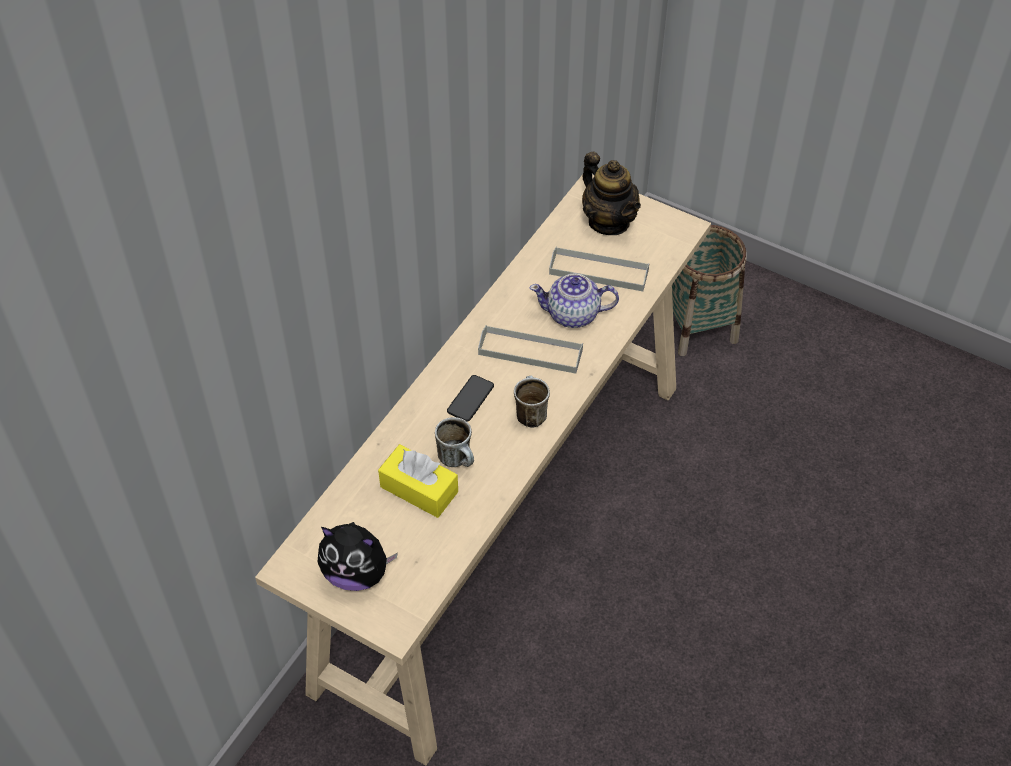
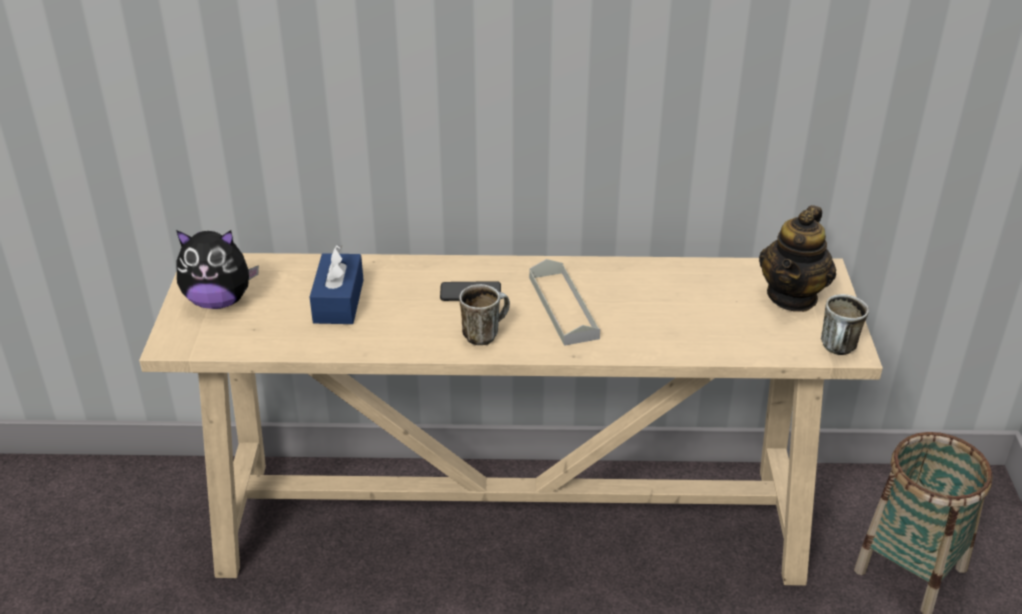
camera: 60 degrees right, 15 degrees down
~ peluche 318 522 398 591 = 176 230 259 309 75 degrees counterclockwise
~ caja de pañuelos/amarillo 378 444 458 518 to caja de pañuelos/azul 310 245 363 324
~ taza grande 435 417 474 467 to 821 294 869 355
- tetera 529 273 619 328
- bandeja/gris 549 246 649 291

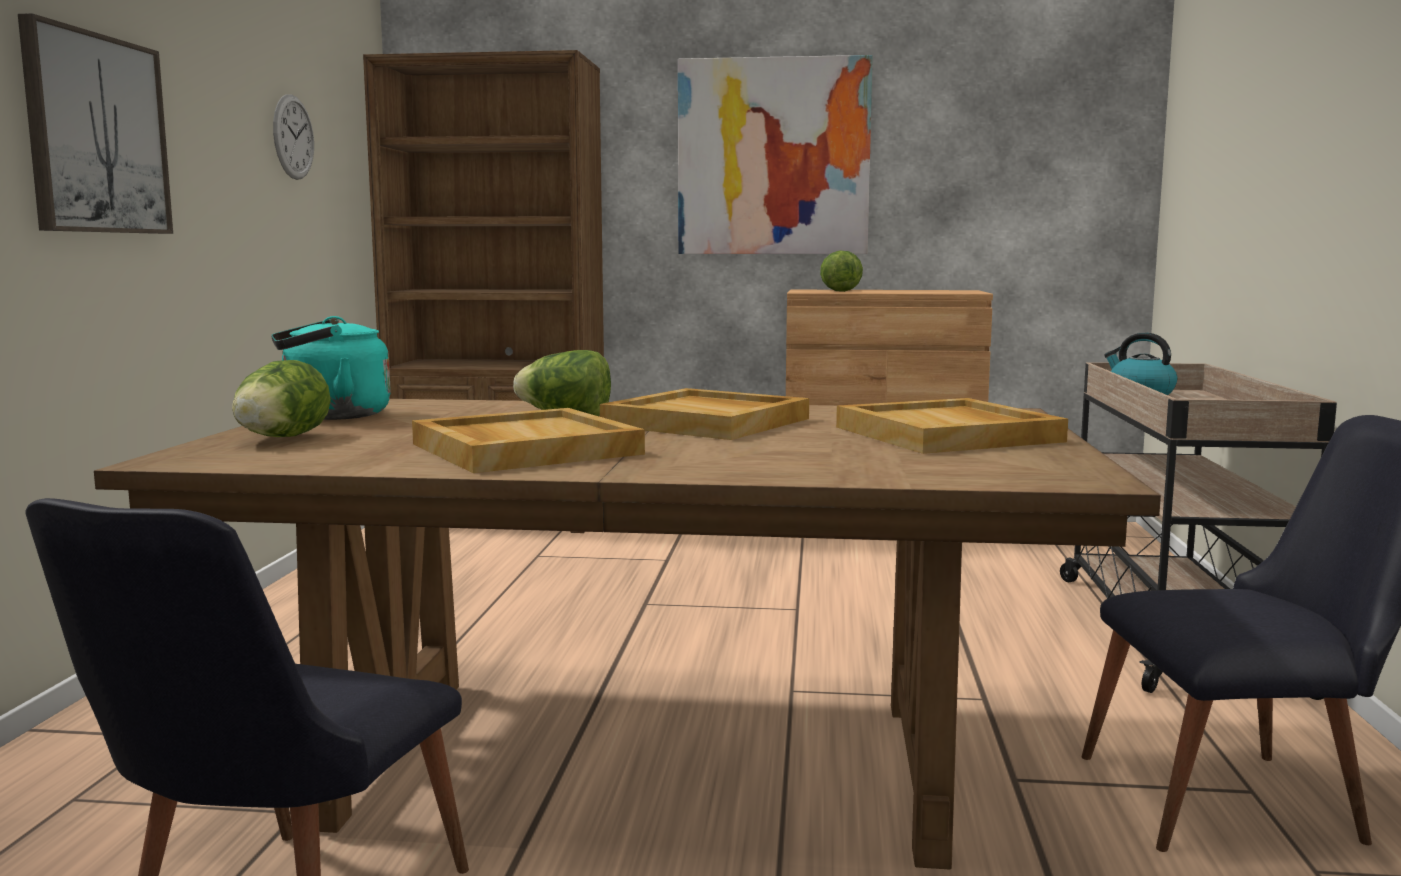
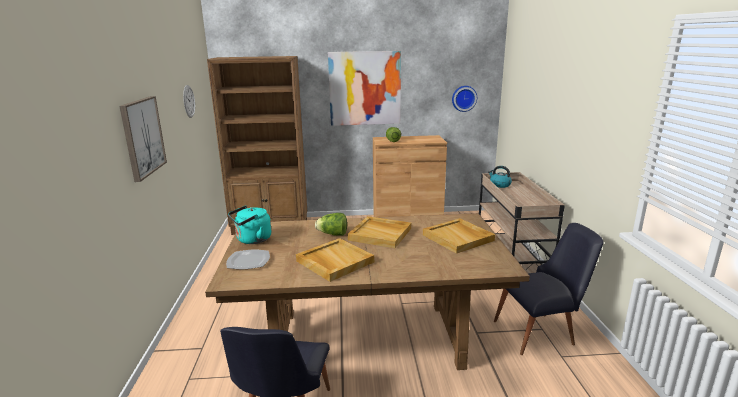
camera: 10 degrees left, 10 degrees up
~ lechuga 232 360 331 437 to plato 226 250 270 269
+ reloj de pared 452 86 477 112

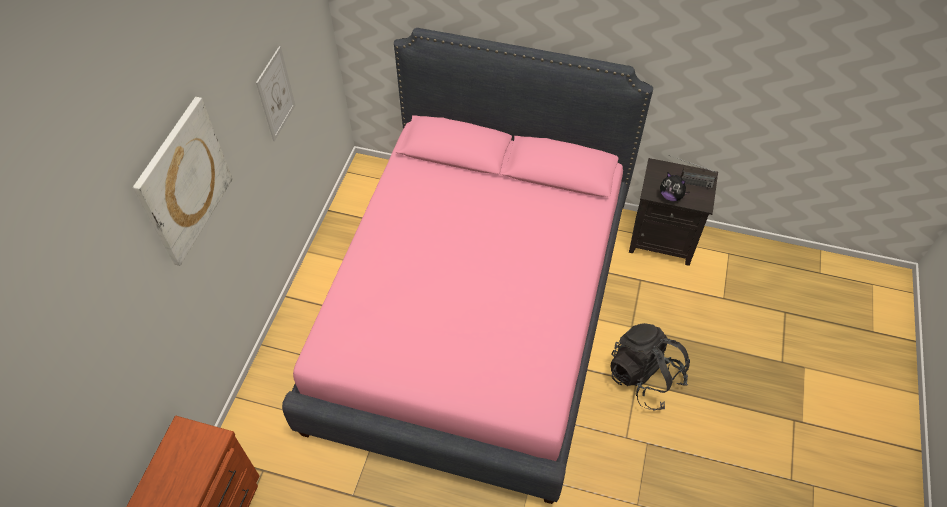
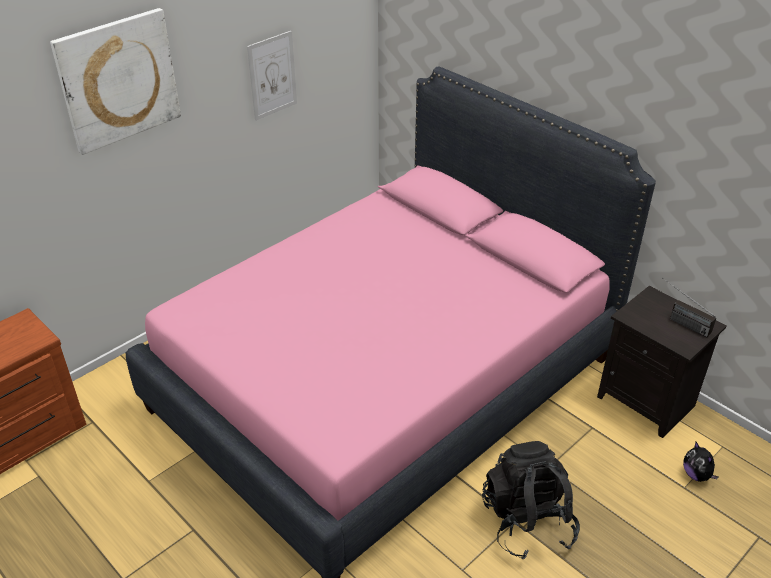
camera: 30 degrees right, 15 degrees down
~ peluche 660 173 689 201 to 683 442 718 482

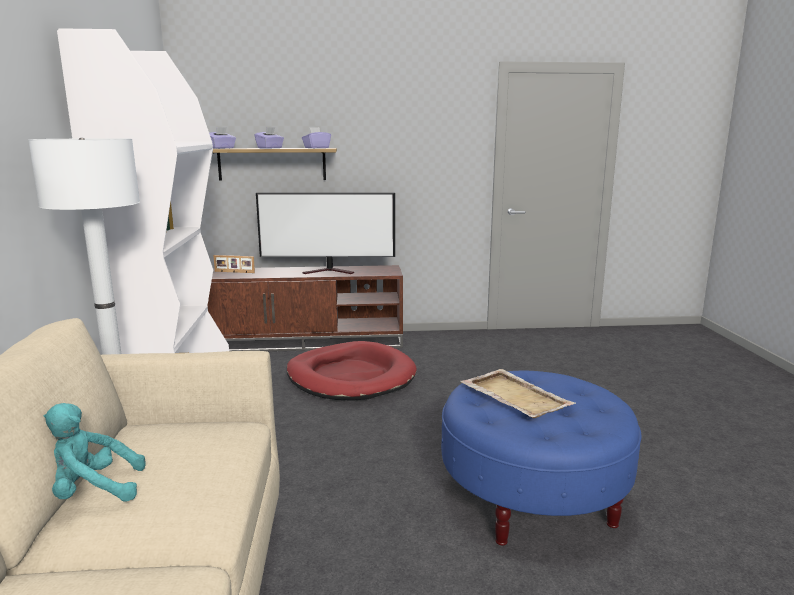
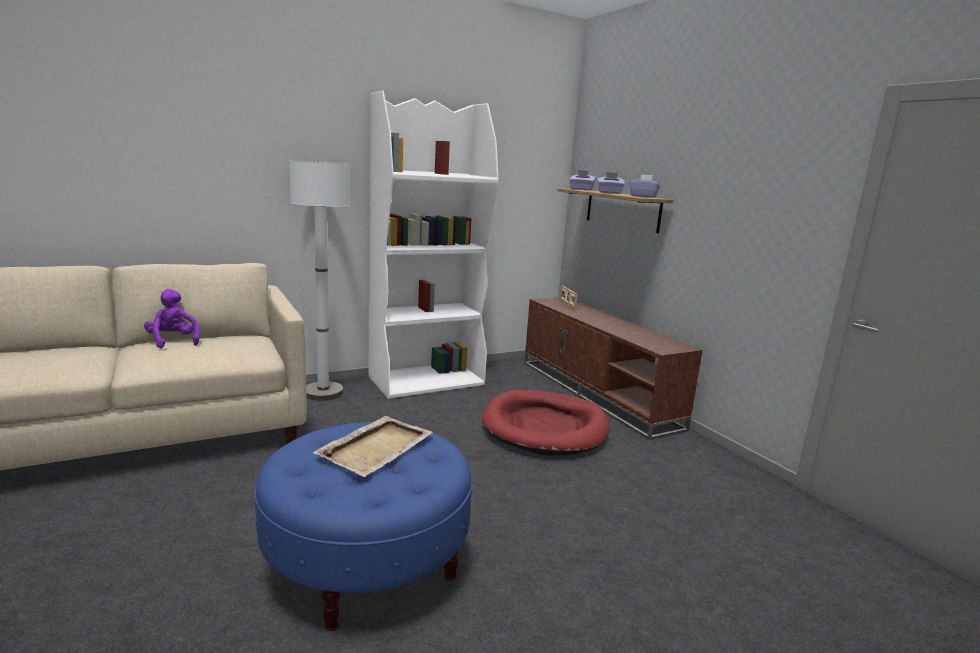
camera: 65 degrees right, 0 degrees up
~ peluche/turquesa 44 403 146 502 to peluche/morado 144 289 200 348
- televisor 256 193 395 274

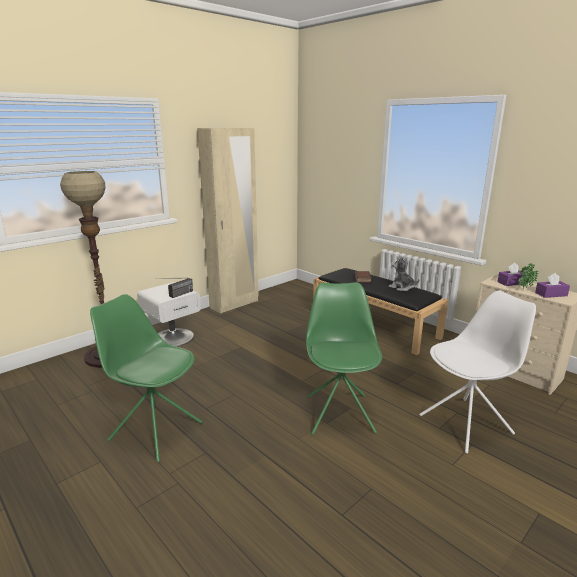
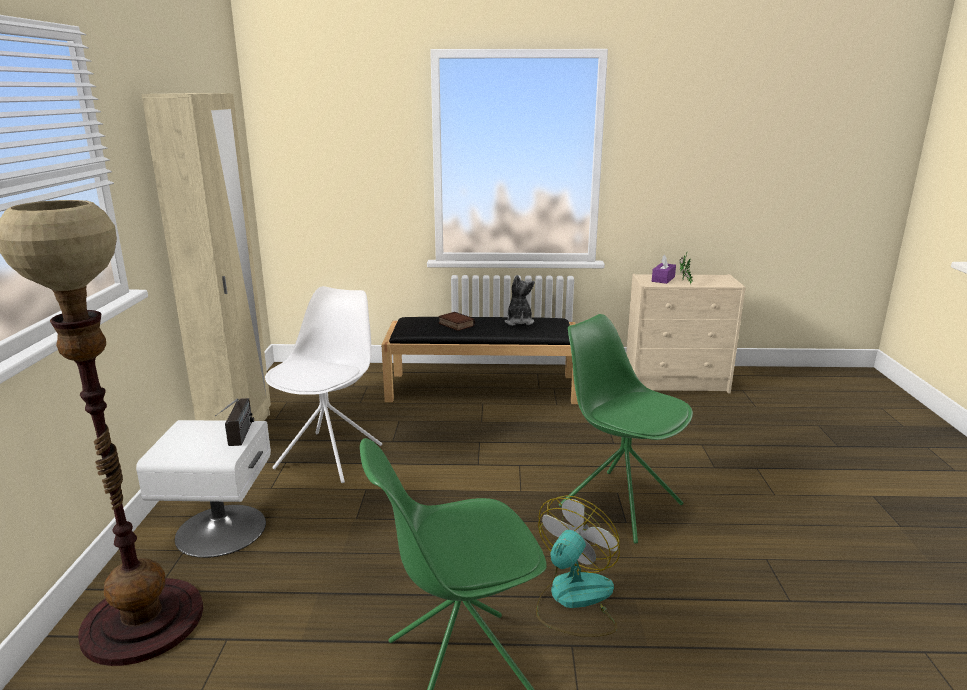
camera: 45 degrees left, 0 degrees up
~ silla/blanco 419 291 536 454 to 265 286 382 483
~ peluche 389 256 419 291 = 505 275 535 326 90 degrees clockwise
+ ventilador 536 495 620 637
- caja de pañuelos/morado 535 273 570 298

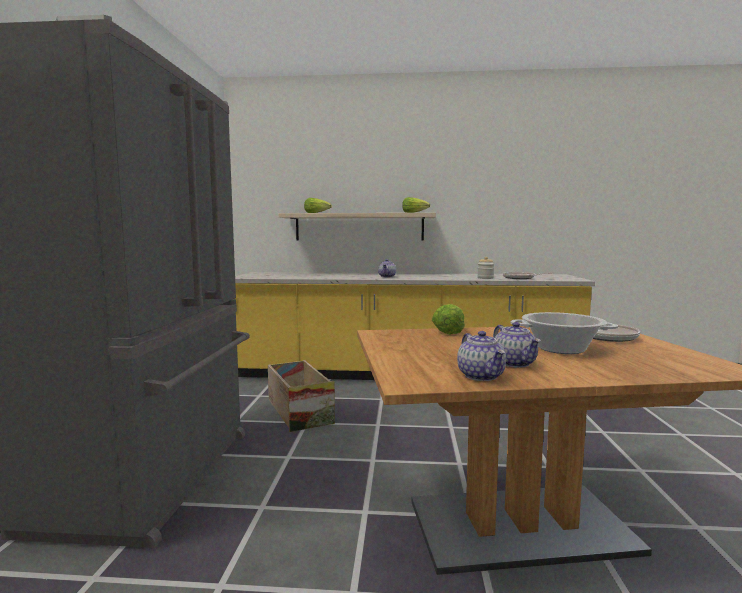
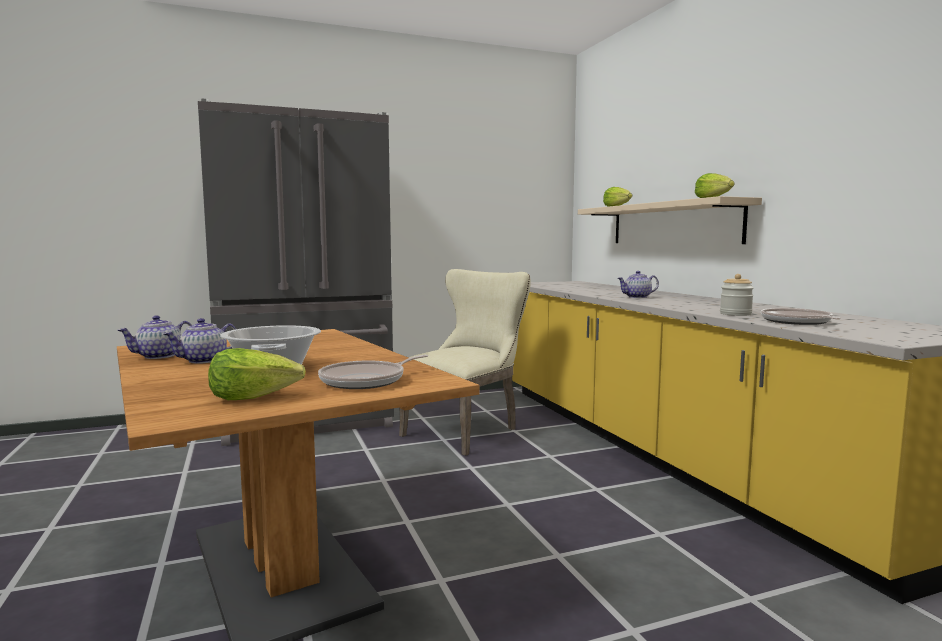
camera: 65 degrees right, 0 degrees up
~ lechuga 432 304 465 334 to 208 348 306 400
~ caja de embalaje 268 360 335 432 to silla/beis 399 269 531 456

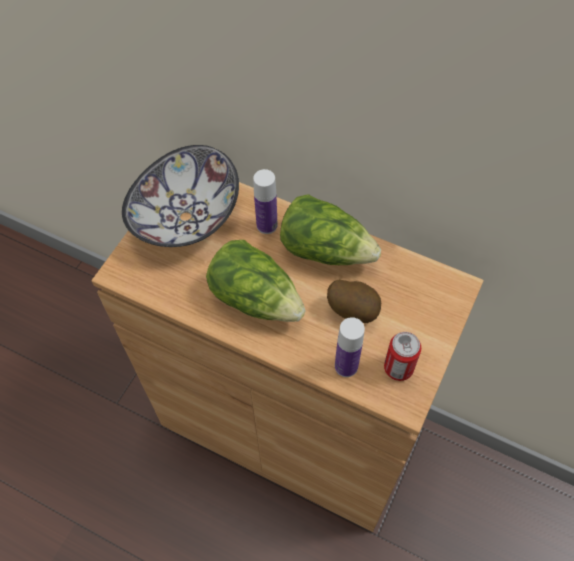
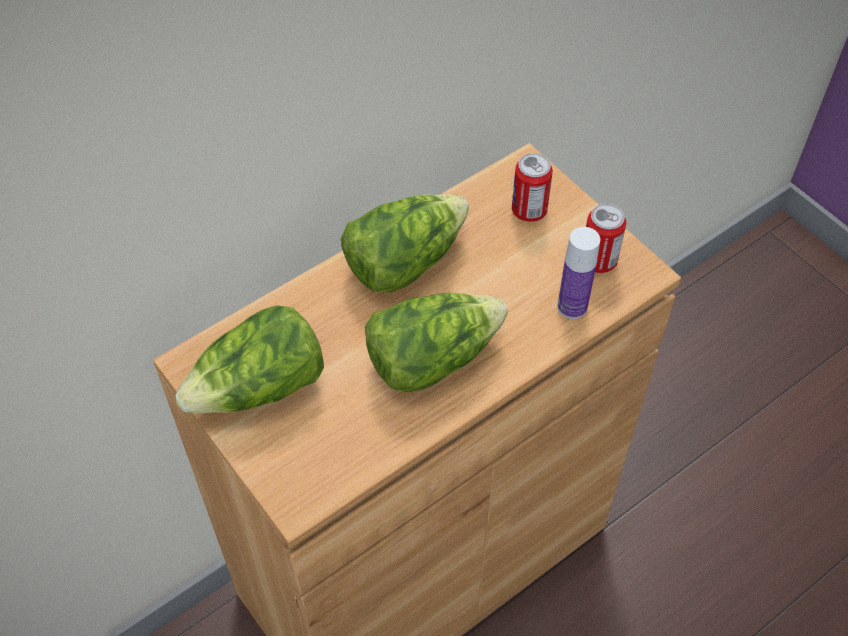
camera: 65 degrees left, 5 degrees down
~ cuenco 122 145 239 247 to lechuga 175 305 324 414
+ lata 512 153 553 222
- botella 253 169 277 234
- patata 327 279 381 323

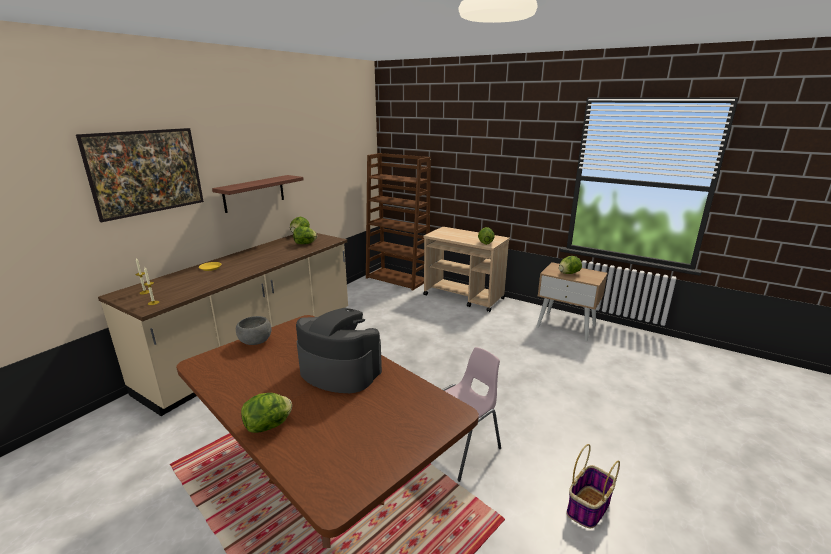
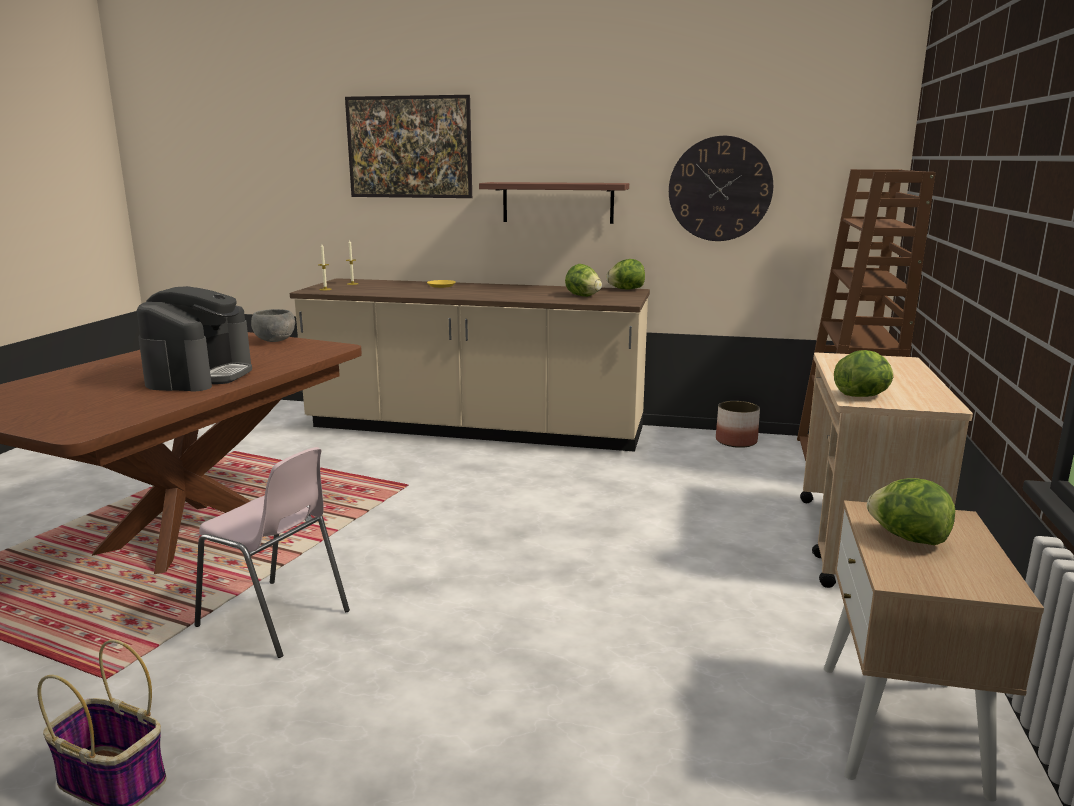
camera: 70 degrees right, 5 degrees down
+ reloj de pared 669 136 773 241
+ maceta 716 401 760 448
- lechuga 241 393 292 433

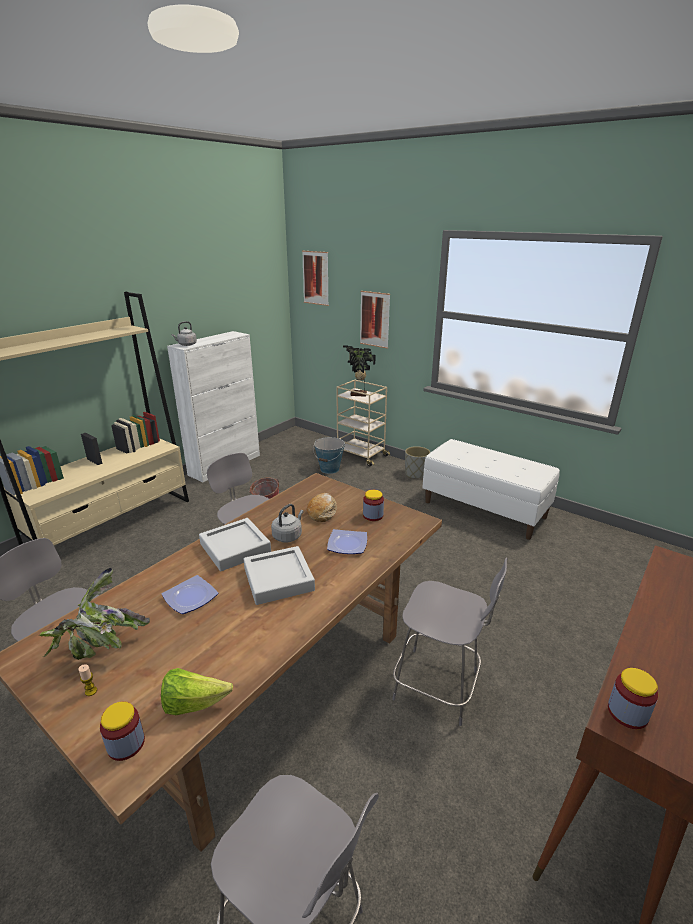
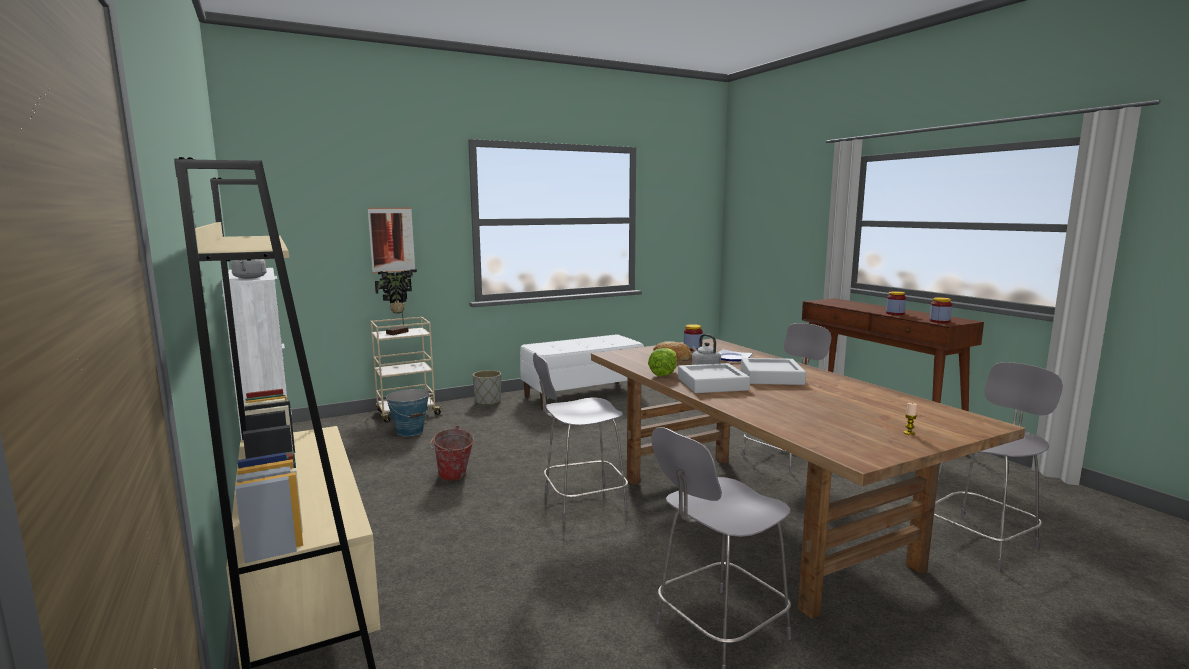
camera: 65 degrees left, 15 degrees down
~ lechuga 161 668 233 715 to 648 348 677 376
~ tarro 100 701 145 761 to 886 291 906 315
- planta en maceta 38 568 150 660
- plato 162 575 219 614
- cuadro 302 251 329 306

